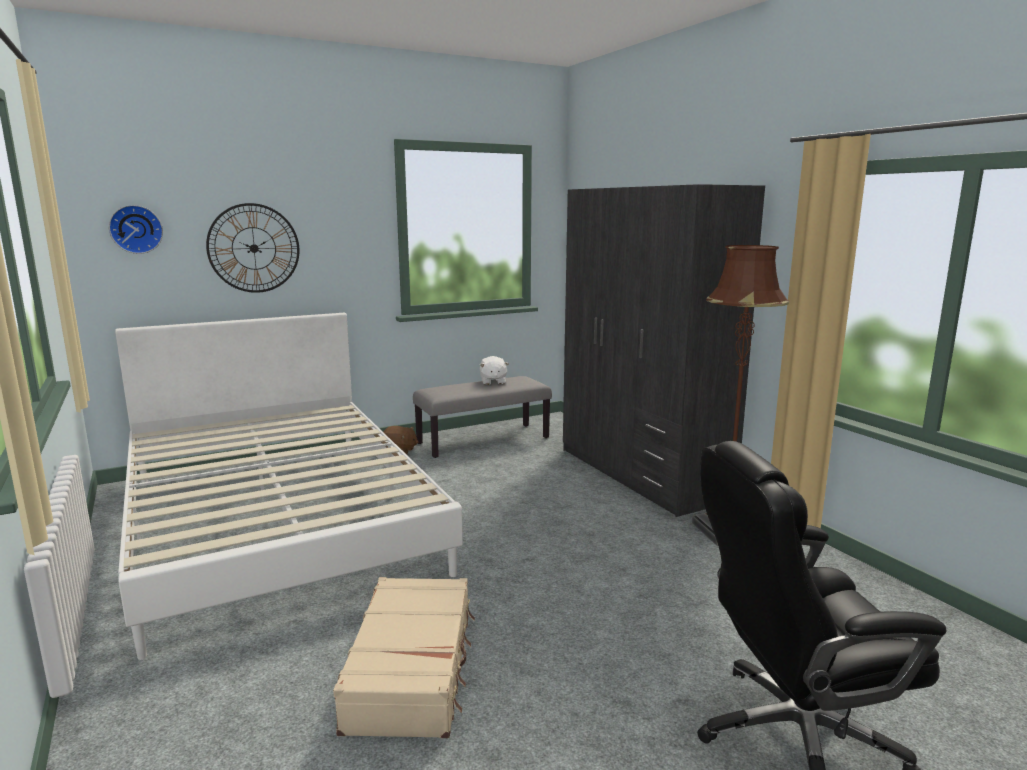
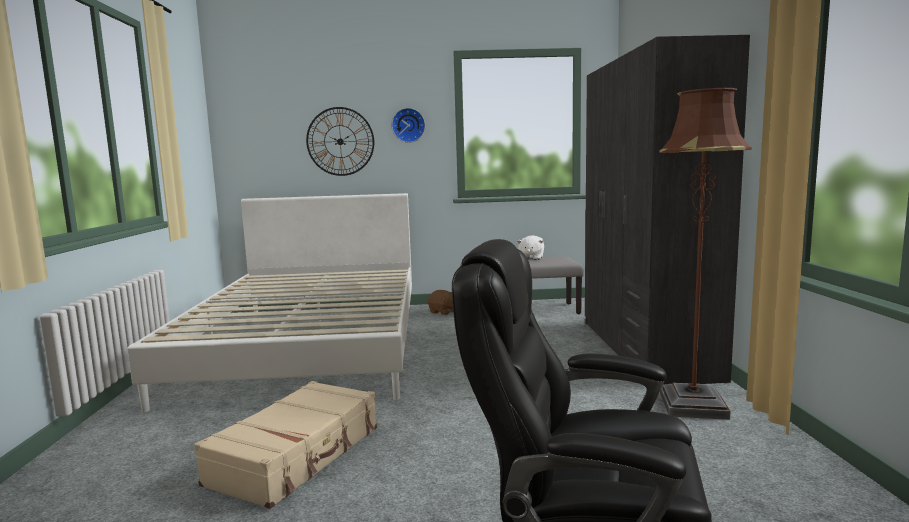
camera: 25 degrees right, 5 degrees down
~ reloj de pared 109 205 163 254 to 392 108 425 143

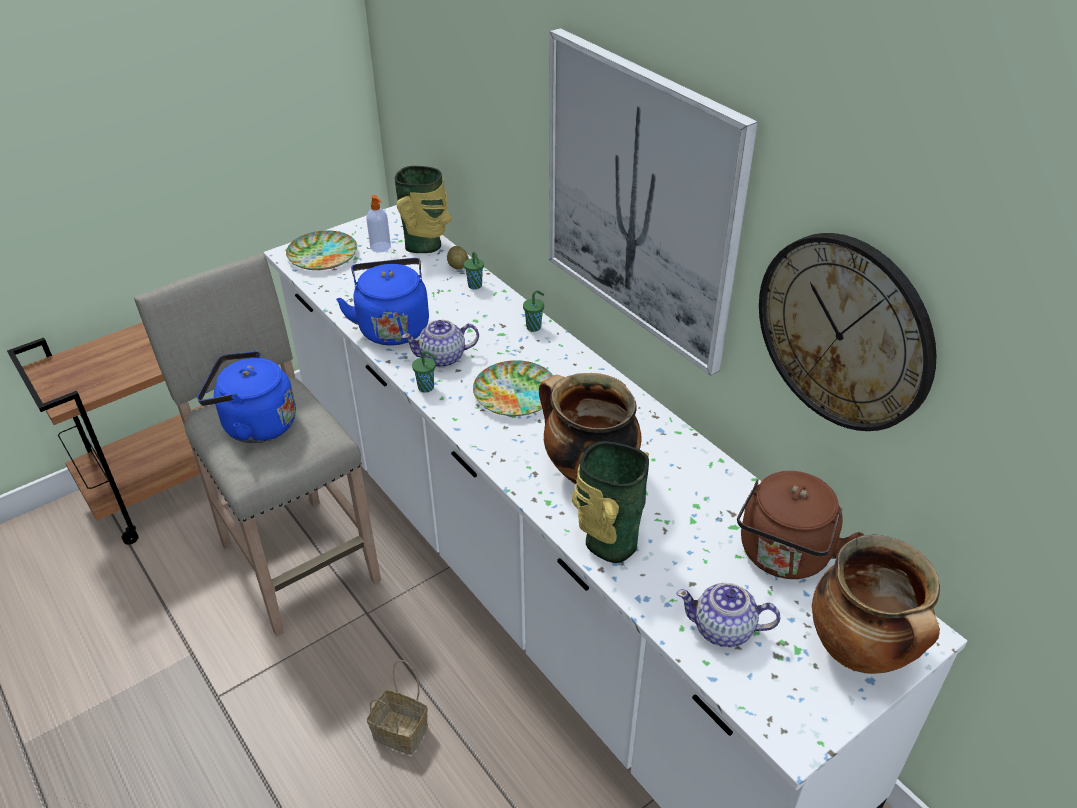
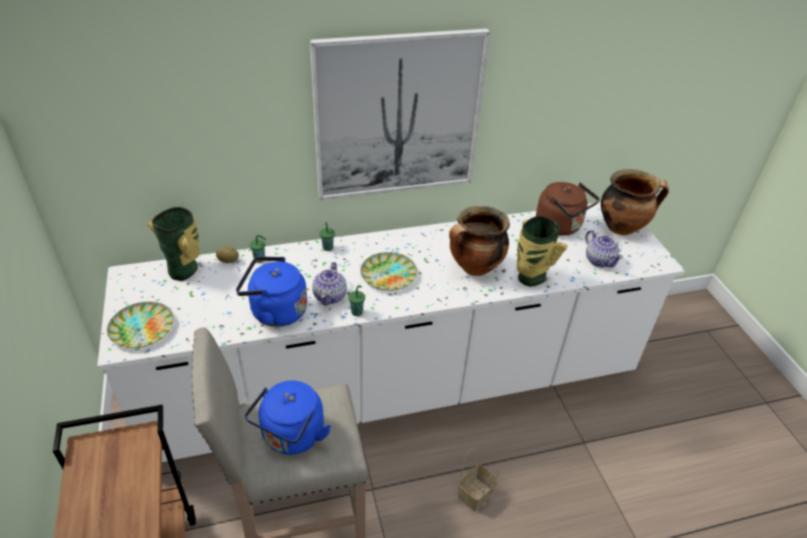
camera: 70 degrees left, 0 degrees up
~ tetera 676 583 780 647 = 585 230 623 268 60 degrees counterclockwise
- dispensador de jabón 366 195 391 252
- reloj de pared 759 233 937 431

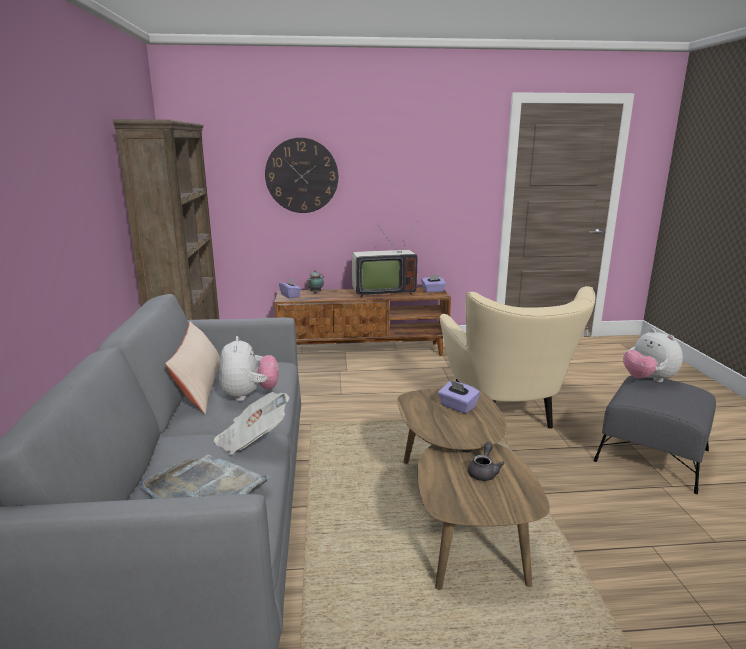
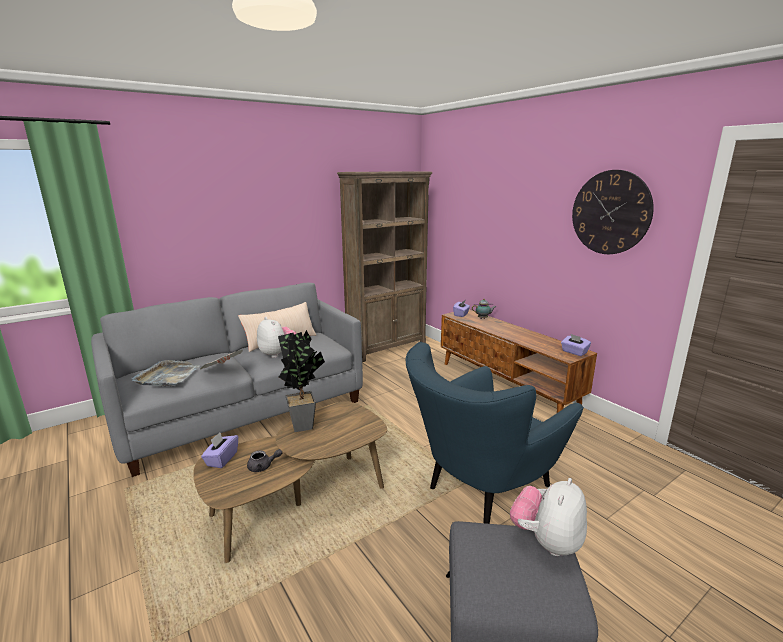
camera: 60 degrees right, 0 degrees up
~ caja de pañuelos/morado 438 380 480 414 to 201 432 238 468
~ peluche 219 336 279 401 = 257 317 296 358 90 degrees counterclockwise
+ planta en maceta 278 330 325 432
~ sillón/beis 440 286 595 429 to sillón/azul 406 342 584 524
~ reloj de pared 265 138 338 213 to 572 170 654 254
- televisor 352 221 418 298

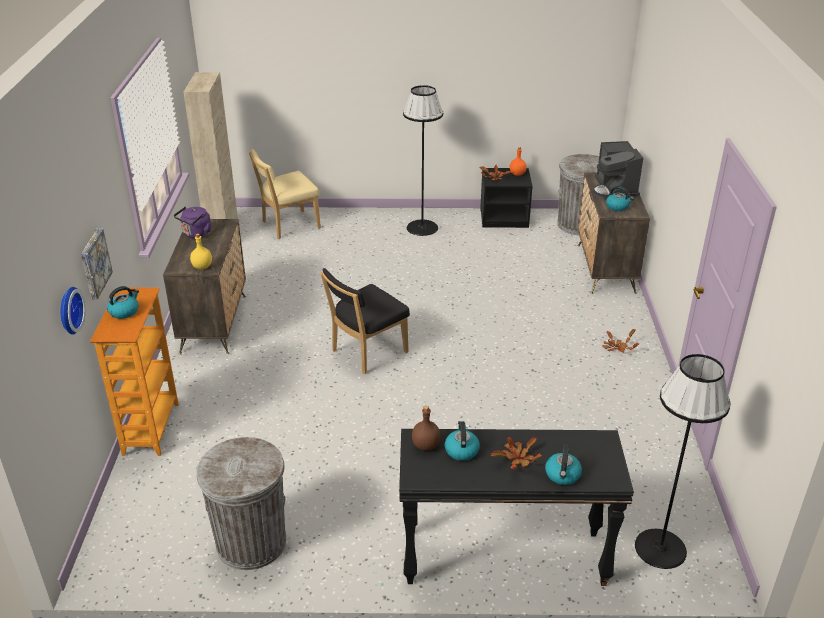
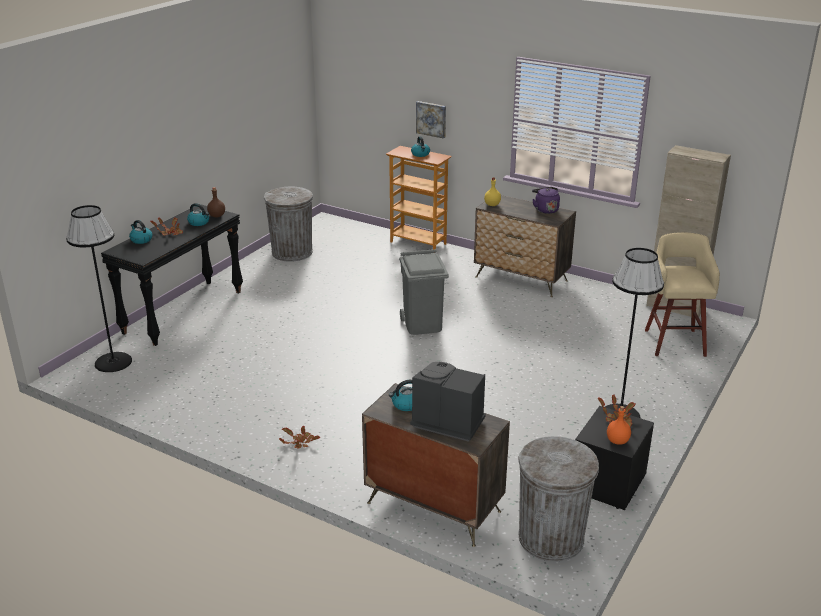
camera: 120 degrees right, 5 degrees down
~ silla/negro 320 268 410 374 to papelera/gris 399 249 449 335
~ silla/beis 249 149 321 239 to taburete/beis 645 232 720 357
- reloj de pared 61 287 85 335

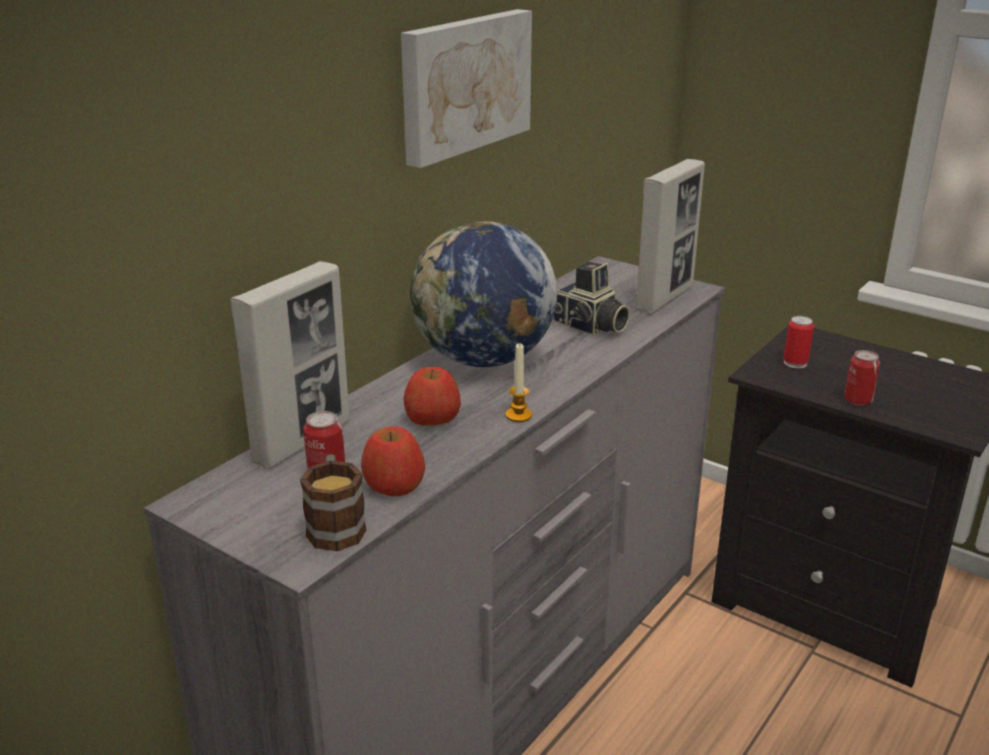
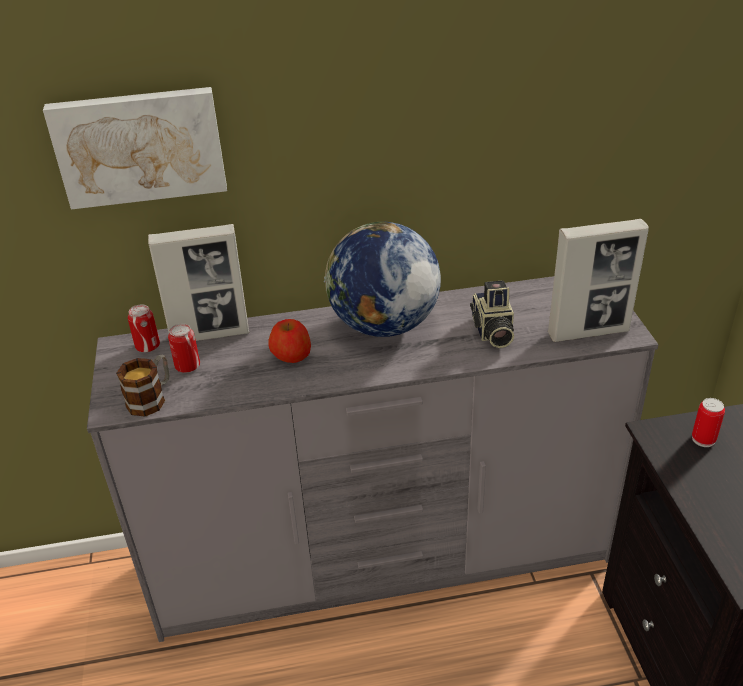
camera: 45 degrees right, 10 degrees up
~ cuadro 401 9 532 168 to 43 87 227 210
~ lata 844 350 880 406 to 128 304 160 352
- manzana 361 426 426 496
- vela 505 343 532 422

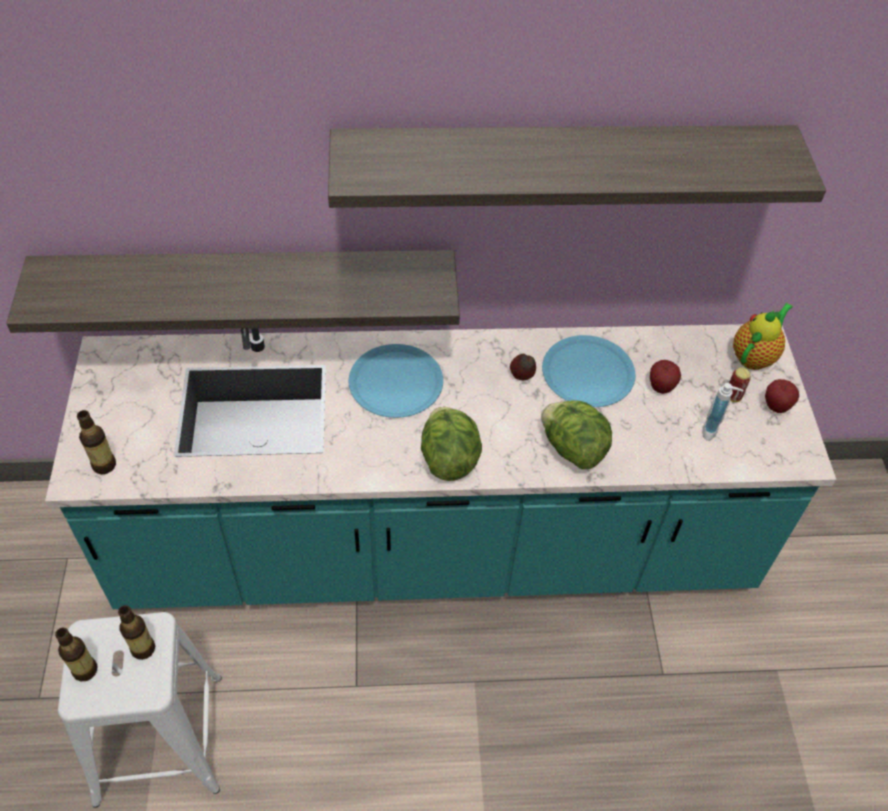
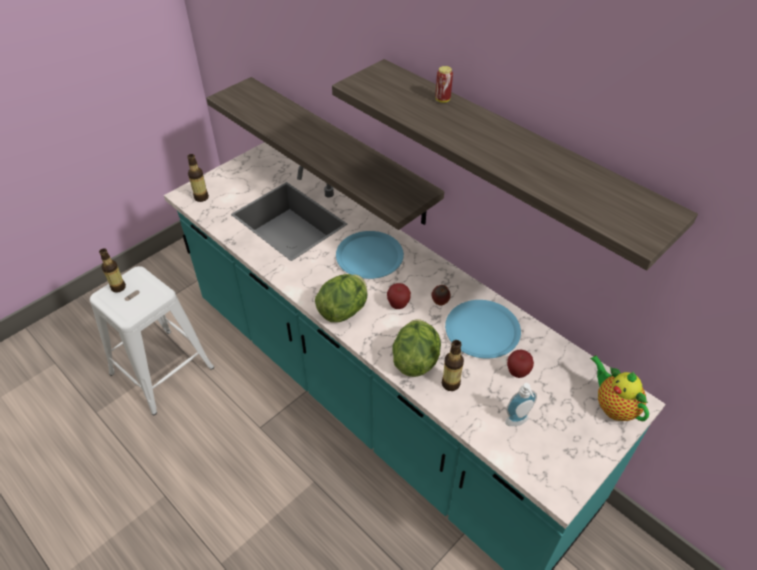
camera: 50 degrees right, 5 degrees down
~ manzana 765 379 799 413 to 387 283 411 309
~ lata 729 367 751 402 to 435 66 453 103
~ botella 118 605 155 660 to 442 340 464 391
~ tetera 733 303 793 370 = 590 355 649 421 120 degrees counterclockwise

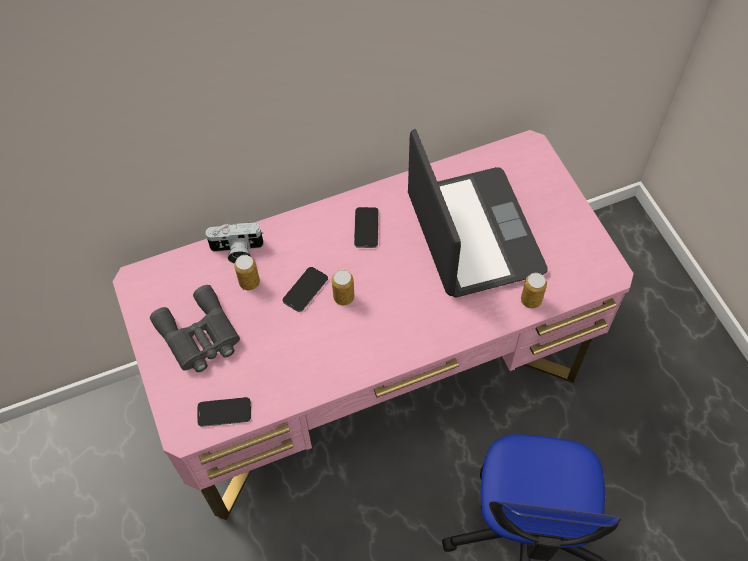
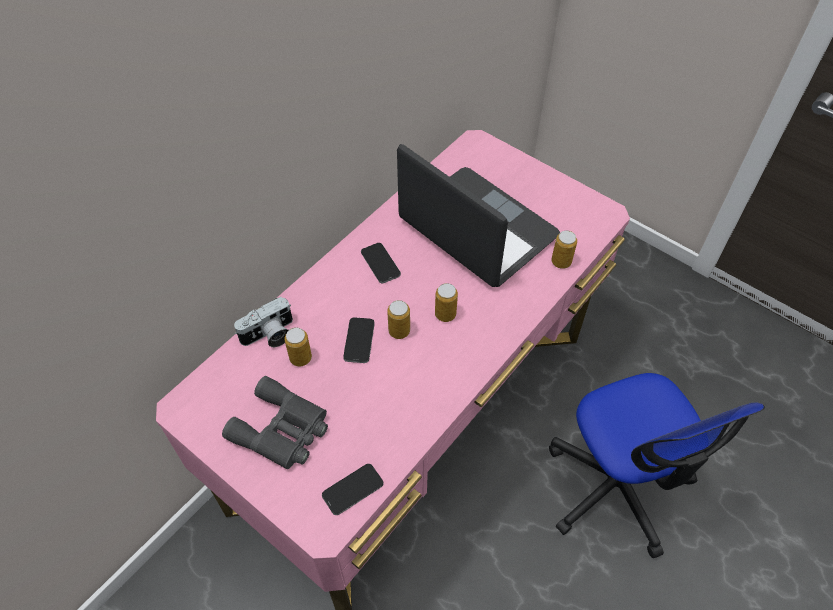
camera: 30 degrees left, 5 degrees down
+ lata 435 283 458 322

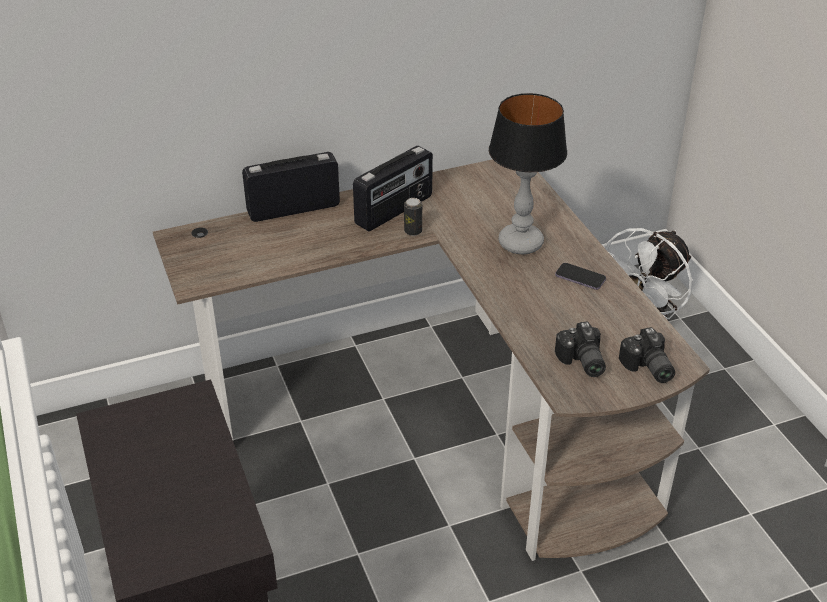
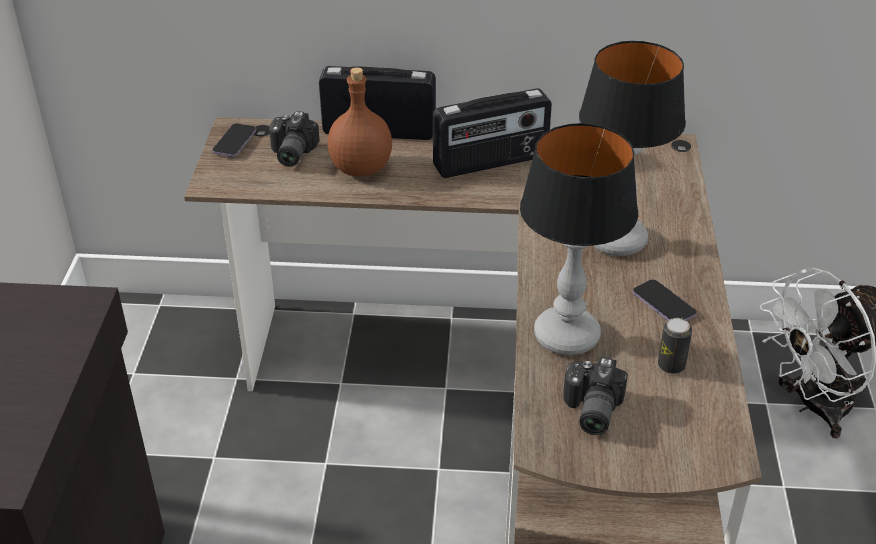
camera: 25 degrees right, 0 degrees up
+ móvil 212 123 256 157
~ cámara 619 327 675 383 to 269 111 320 167
+ botella/marrón 328 67 392 177
+ lámpara de mesa 520 123 638 355
~ lata 404 198 422 236 to 658 318 692 374

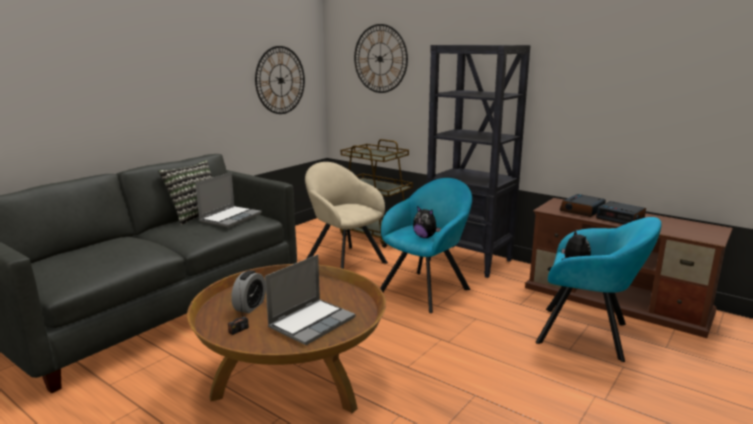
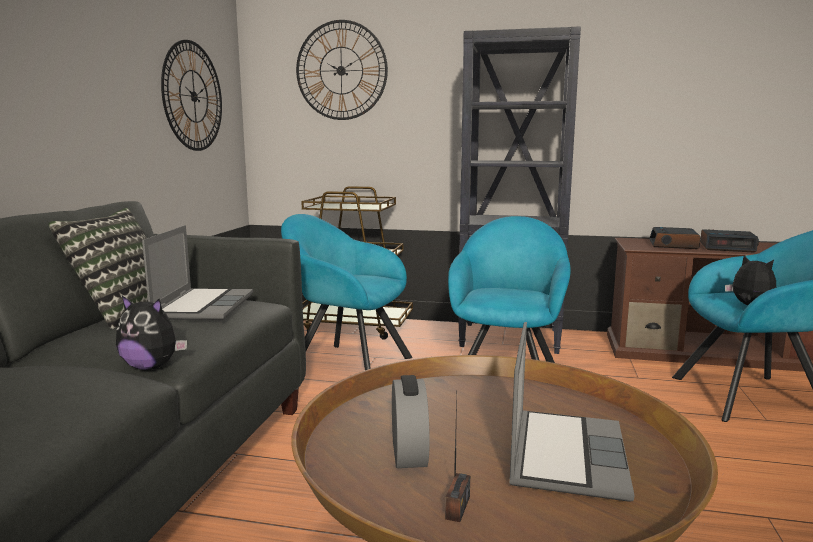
camera: 25 degrees left, 5 degrees down
~ peluche 413 206 441 238 to 116 296 187 370
~ sillón/beis 305 162 388 269 to sillón/turquesa 281 214 413 370

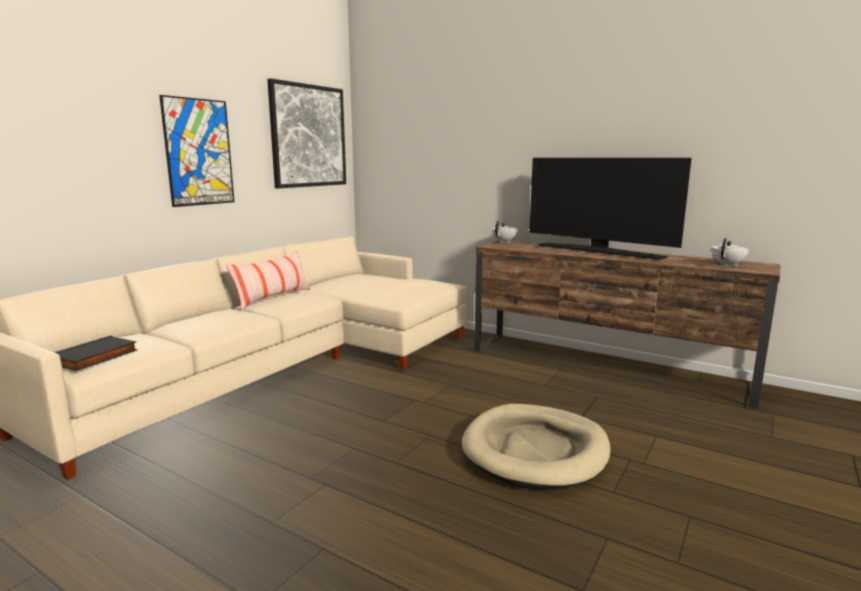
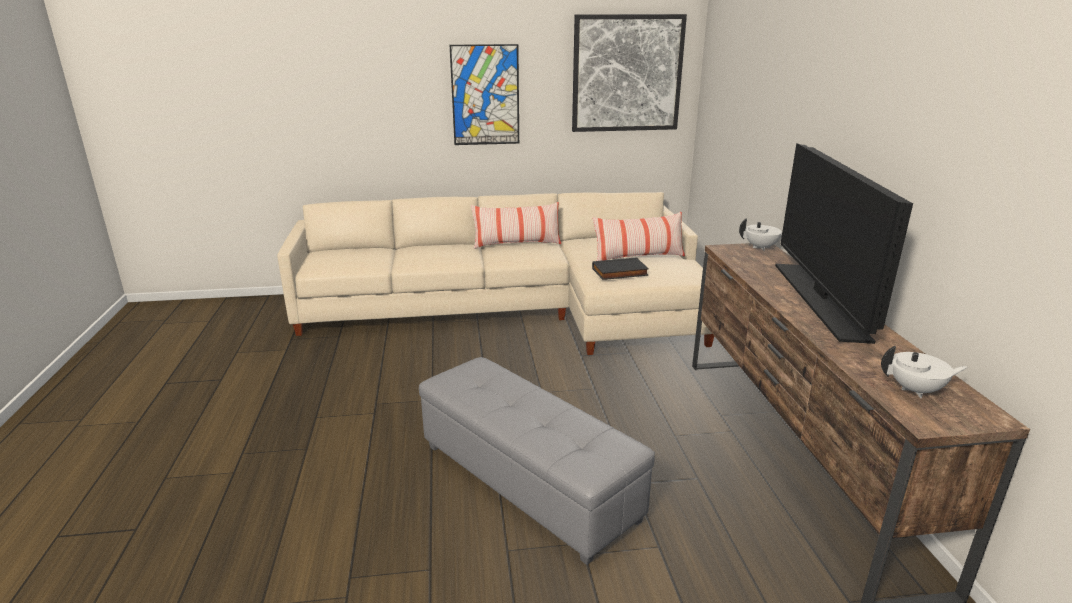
camera: 50 degrees right, 10 degrees up
~ cama para perro/beis 462 404 611 489 to puf/gris 419 357 655 565
~ libro/negro 54 335 138 371 to 592 257 649 280
+ cojín 593 212 685 261

